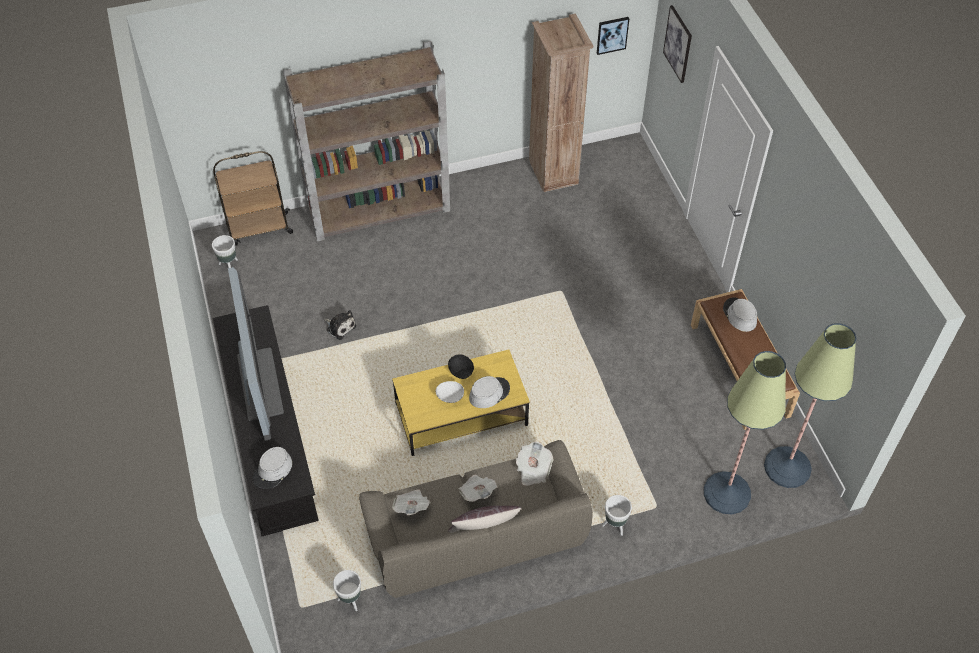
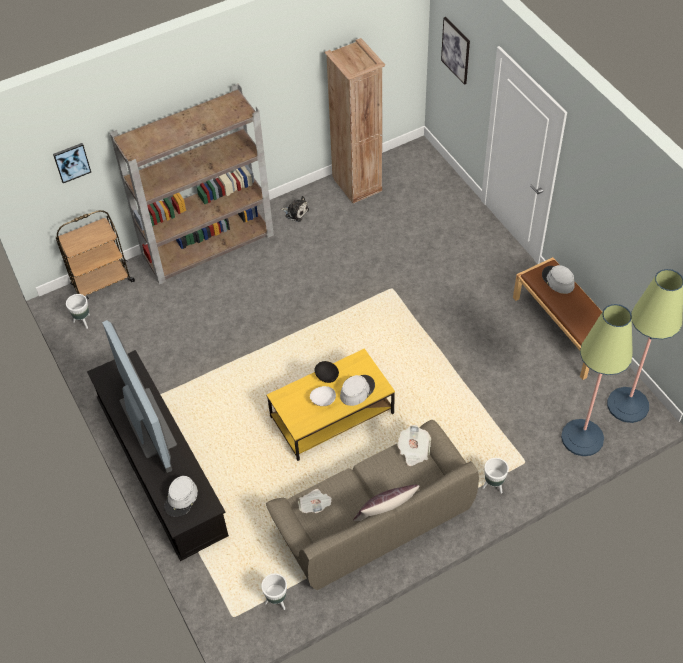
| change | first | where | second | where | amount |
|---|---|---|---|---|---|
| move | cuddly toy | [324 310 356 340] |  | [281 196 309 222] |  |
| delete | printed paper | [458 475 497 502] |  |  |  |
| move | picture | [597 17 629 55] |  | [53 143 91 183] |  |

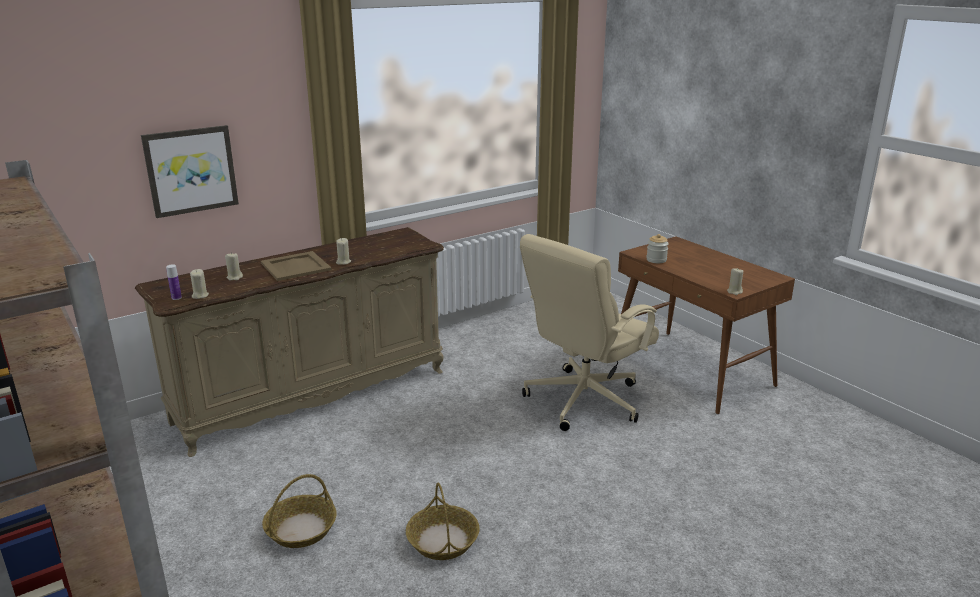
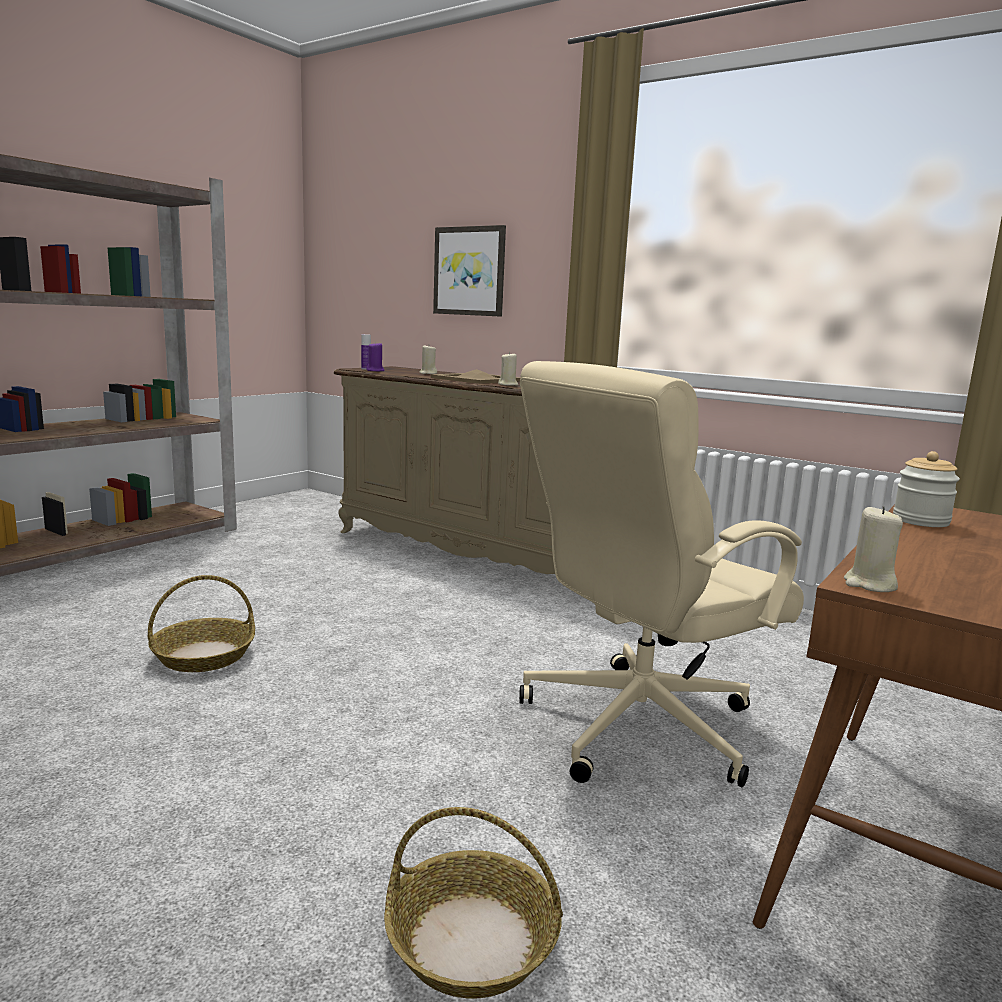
| change | first | where | second | where | amount |
|---|---|---|---|---|---|
| recolor | sand-coloured wax candle | [190 269 209 299] | purple-coloured wax candle | [366 342 385 371] |  |
| move | storage basket | [262 474 336 548] |  | [384 807 563 999] |  |
| rotate | sand-coloured desk chair | [520 234 659 431] |  | [519 361 804 787] | 60 degrees counterclockwise |

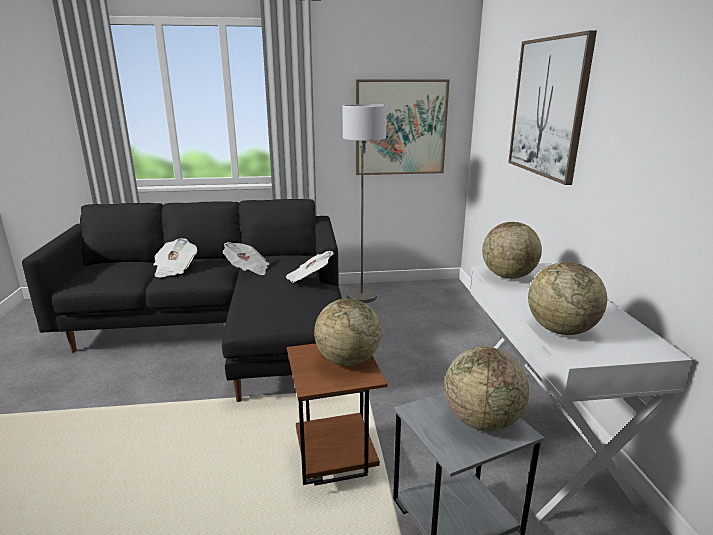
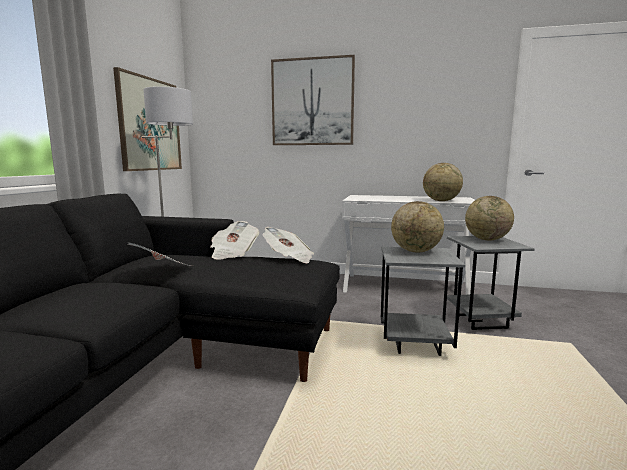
| change | first | where | second | where | amount |
|---|---|---|---|---|---|
| move | printed paper | [153 238 197 277] |  | [262 227 314 264] |  |
| recolor | brownish side table | [287 343 388 486] | gray side table | [381 247 465 356] |  |
| delete | desk globe | [482 222 542 279] |  |  |  |

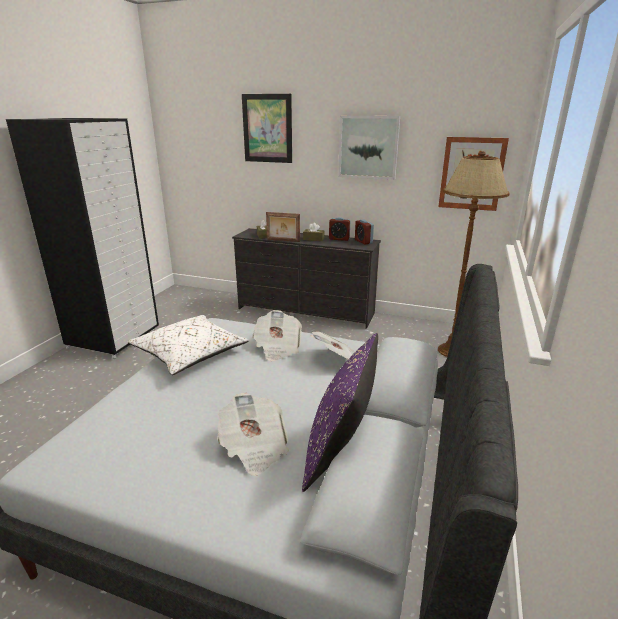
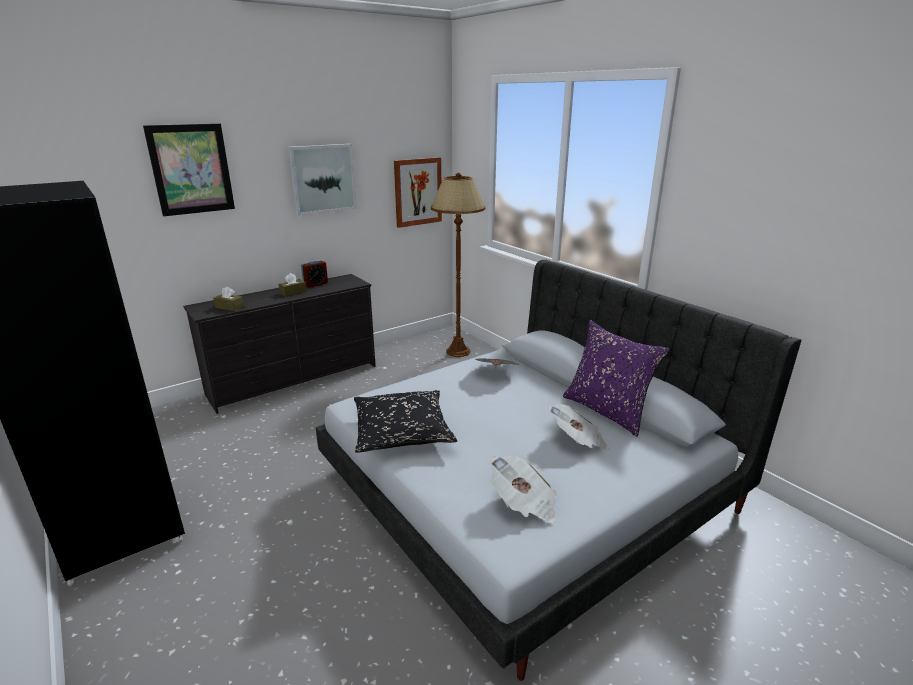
| change | first | where | second | where | amount |
|---|---|---|---|---|---|
| recolor | whitish cushion | [127 315 249 375] | black cushion | [354 390 457 453] |  |
| move | printed paper | [252 310 302 361] |  | [491 455 557 524] |  |
| delete | photo frame | [266 212 300 242] |  |  |  |
| delete | table clock | [355 220 374 245] |  |  |  |

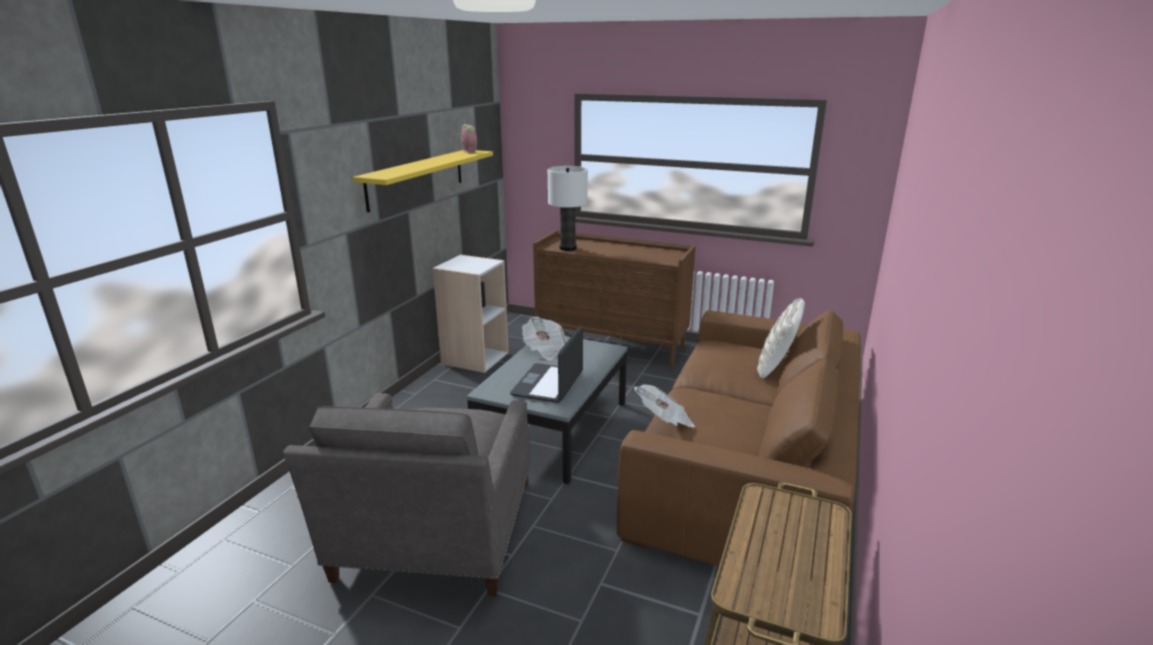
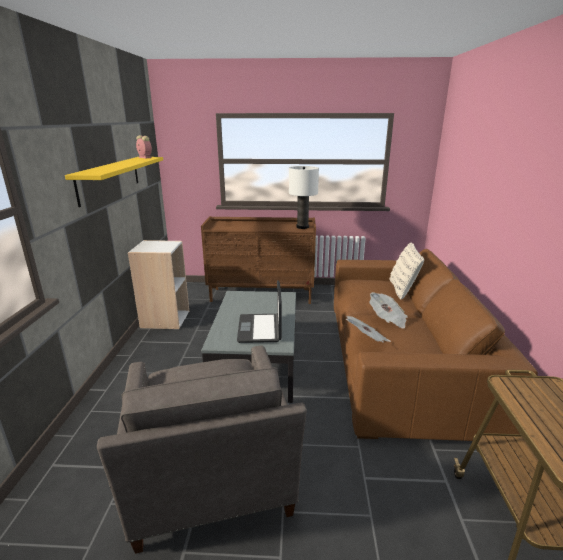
| change | first | where | second | where | amount |
|---|---|---|---|---|---|
| move | printed paper | [522 317 567 360] |  | [370 292 408 329] |  |
| move | whitish tabletop lamp | [548 166 588 251] |  | [289 166 319 229] |  |

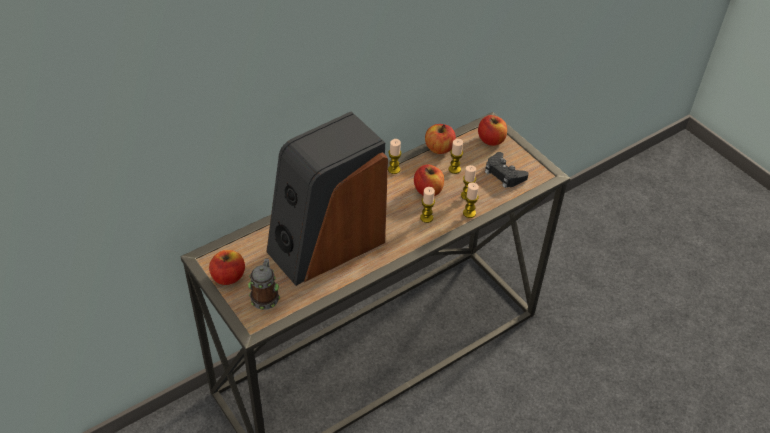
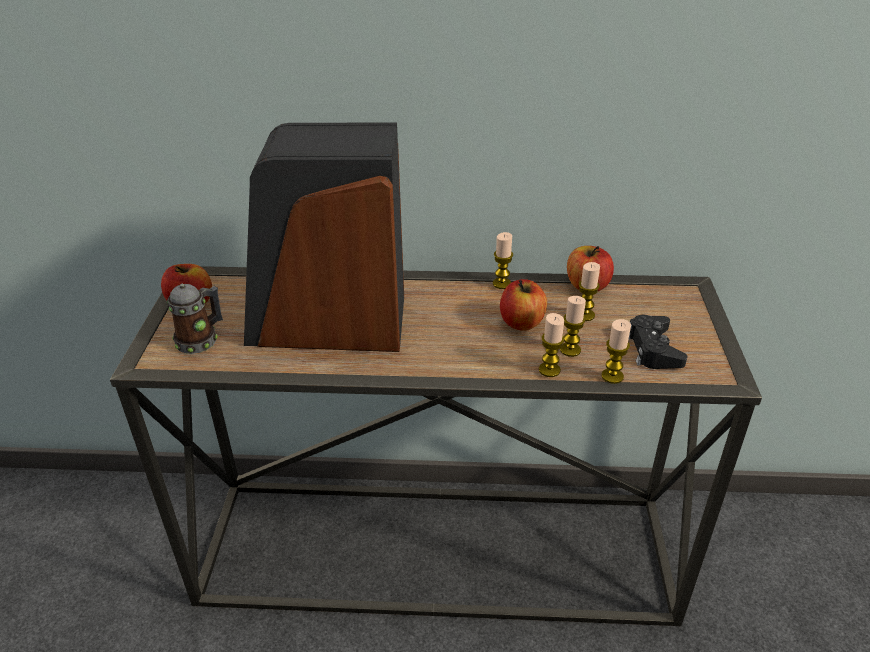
| change | first | where | second | where | amount |
|---|---|---|---|---|---|
| move | wax candle | [420 187 435 223] |  | [601 319 631 384] |  |
| delete | apple fruit | [478 115 507 146] |  |  |  |

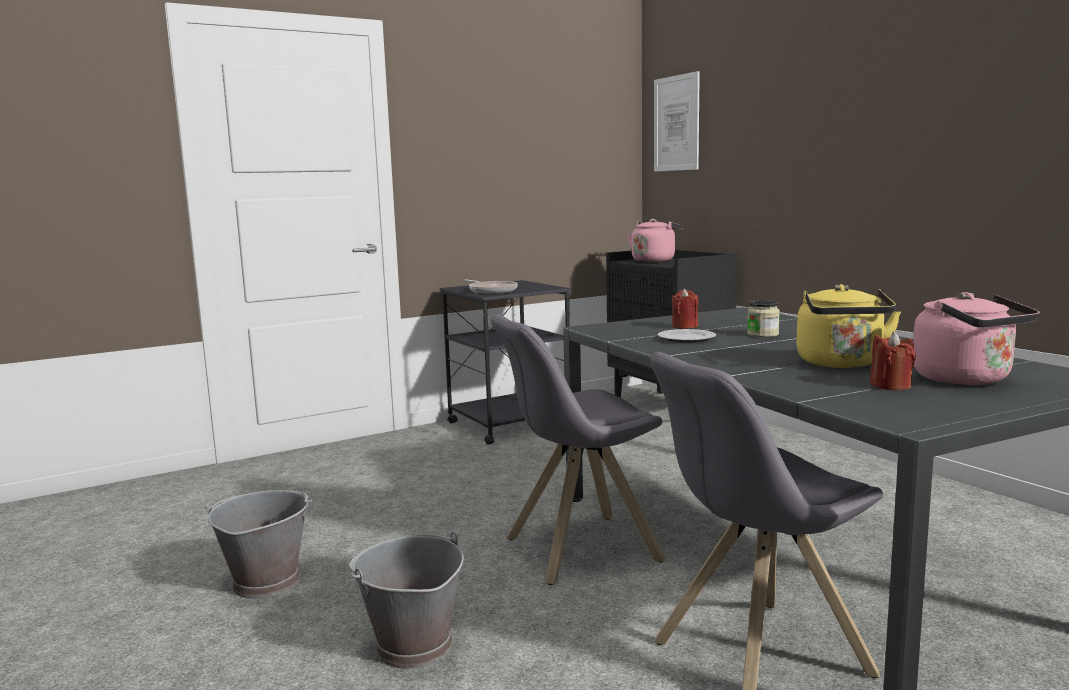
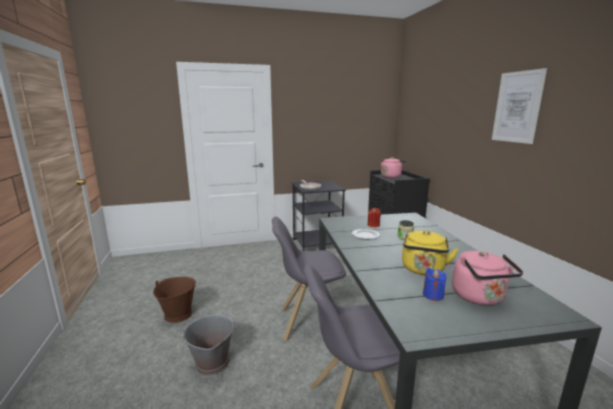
| change | first | where | second | where | amount |
|---|---|---|---|---|---|
| recolor | gray bucket | [205 490 313 598] | brownish bucket | [153 277 196 323] |  |
| move | picture | [654 71 700 172] |  | [492 68 547 144] |  |
| recolor | red-coloured wax candle | [870 332 916 390] | blue-coloured wax candle | [423 268 446 301] |  |

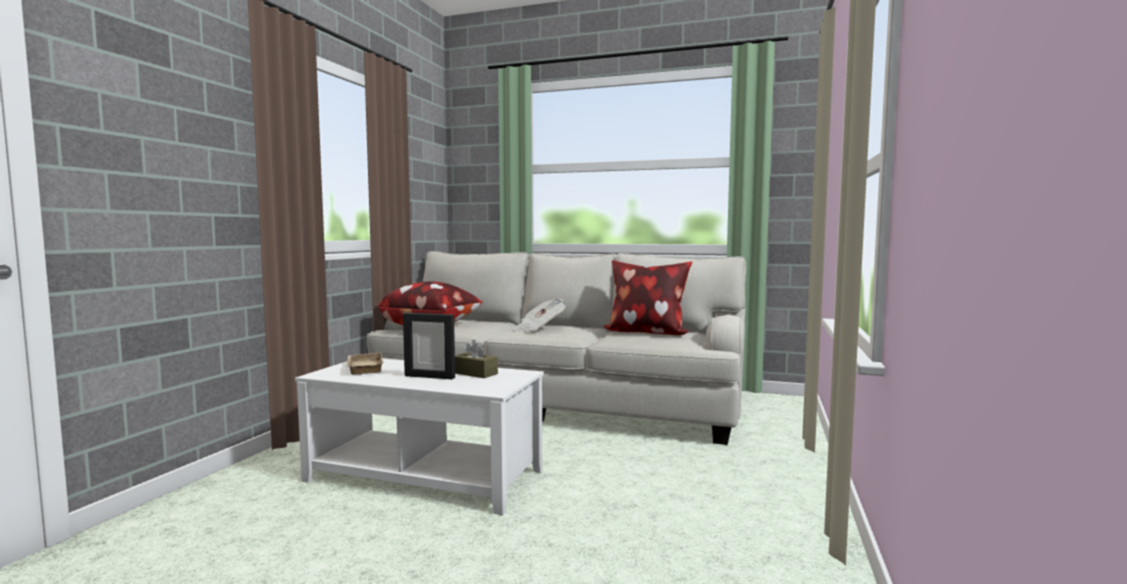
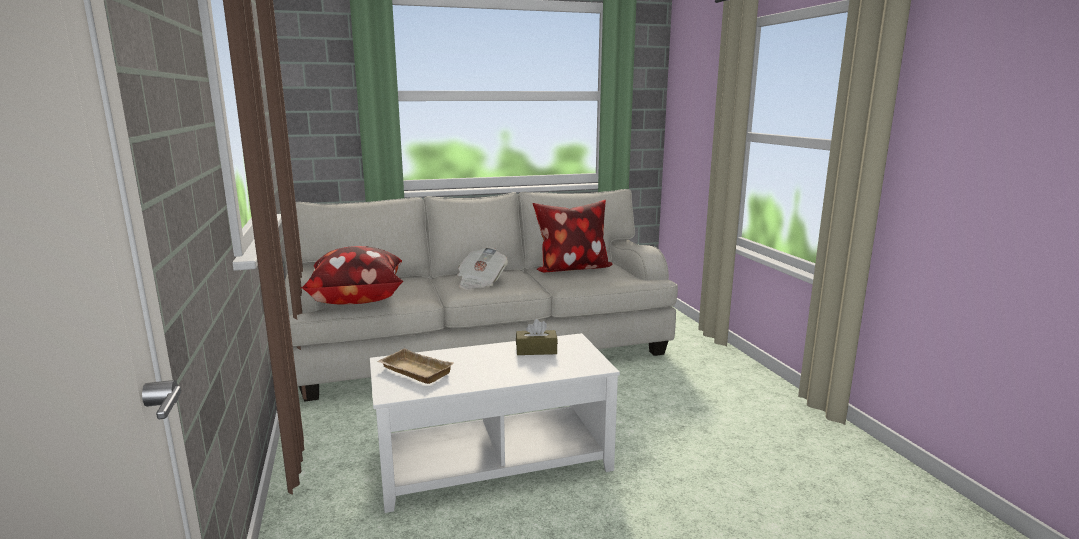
| change | first | where | second | where | amount |
|---|---|---|---|---|---|
| delete | photo frame | [403 313 455 379] |  |  |  |

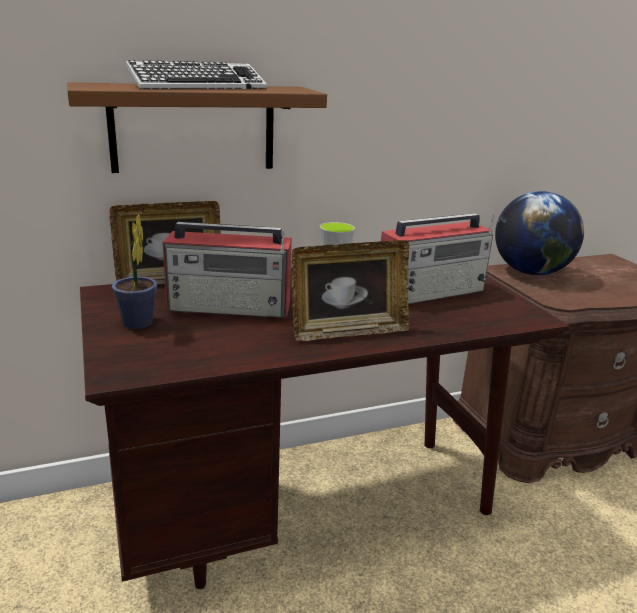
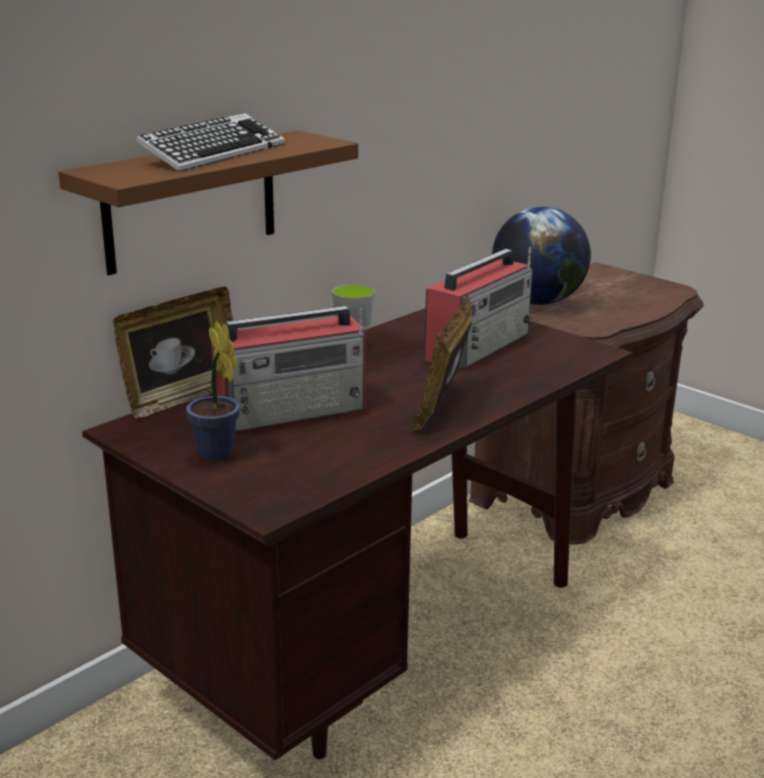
| change | first | where | second | where | amount |
|---|---|---|---|---|---|
| rotate | photo frame | [291 240 409 341] |  | [409 293 473 432] | 150 degrees clockwise |

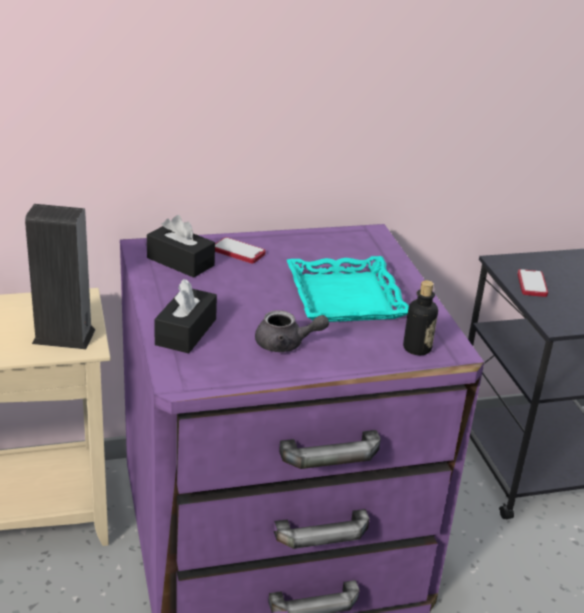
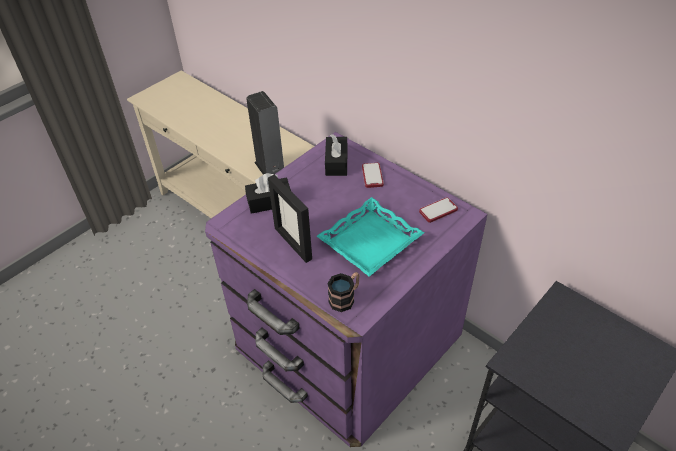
| change | first | where | second | where | amount |
|---|---|---|---|---|---|
| replace | gray tea pot | [255 310 329 352] | photo frame | [268 174 312 263] |  |
| replace | drink bottle | [403 280 438 355] | mug | [328 272 360 312] |  |
| move | handset | [517 269 548 297] |  | [419 197 458 223] |  |

